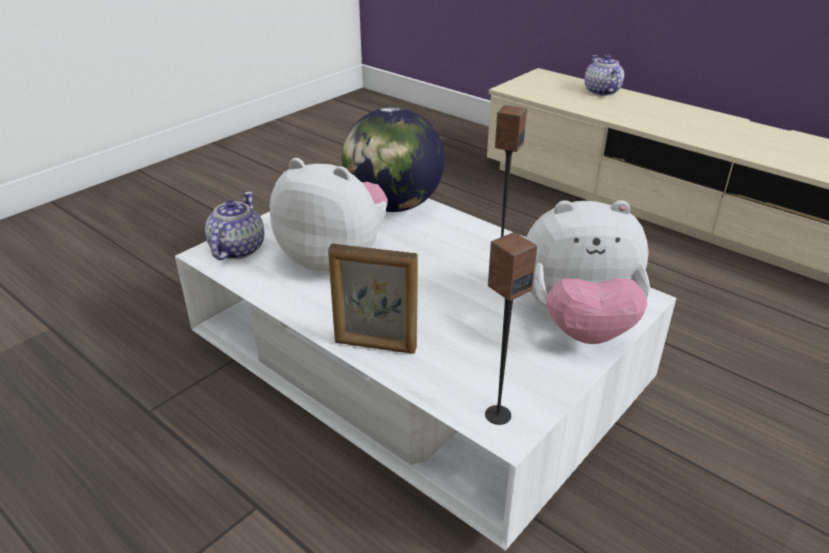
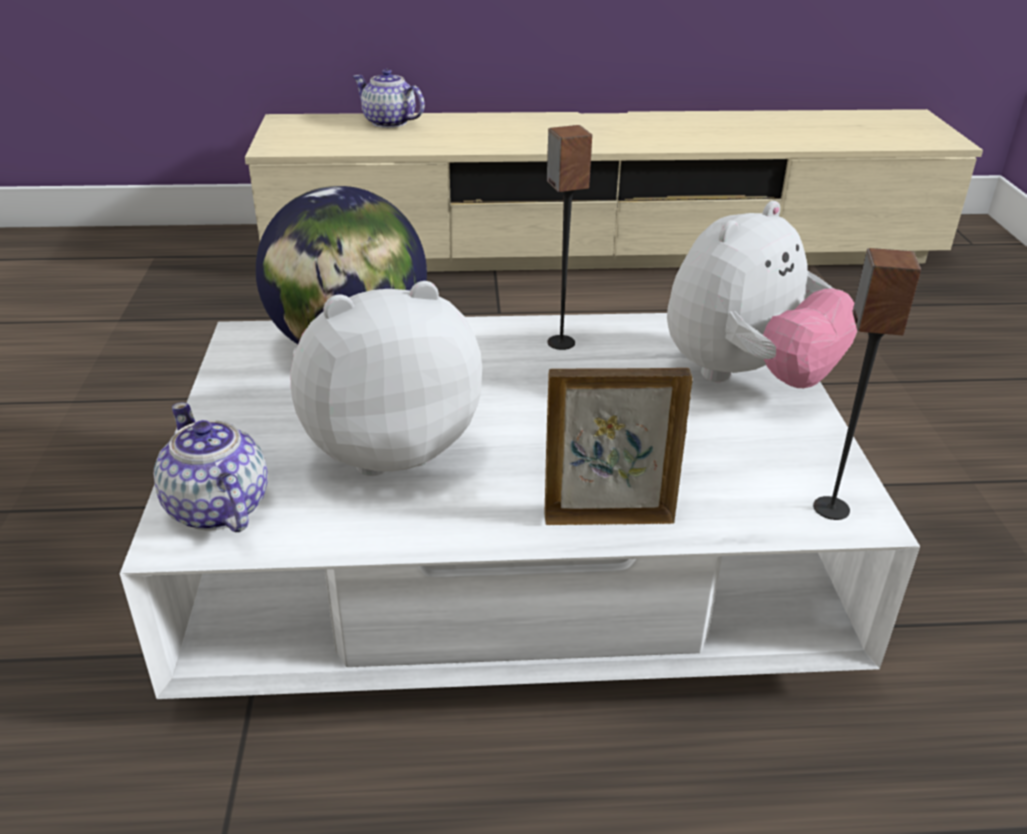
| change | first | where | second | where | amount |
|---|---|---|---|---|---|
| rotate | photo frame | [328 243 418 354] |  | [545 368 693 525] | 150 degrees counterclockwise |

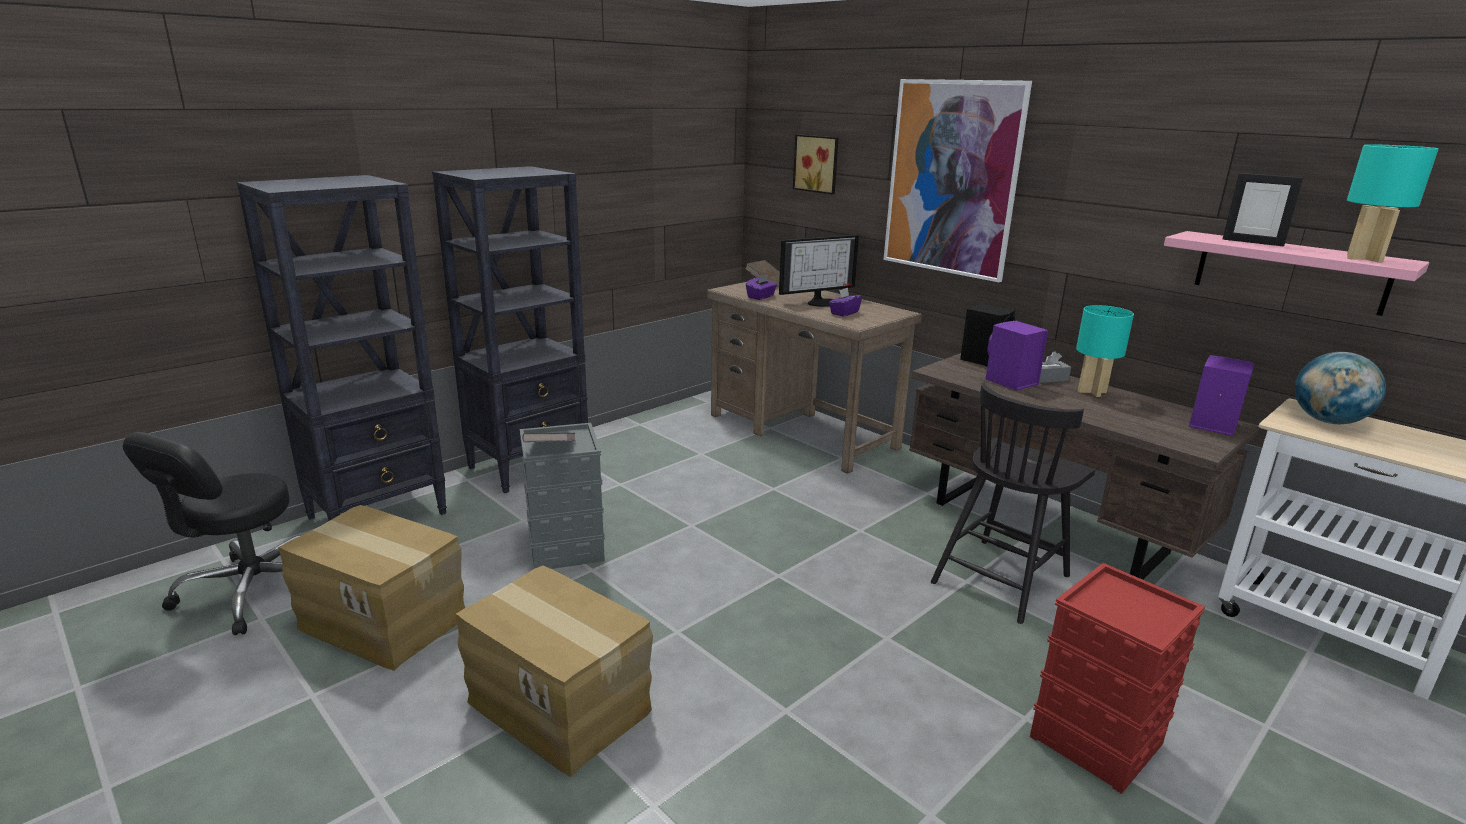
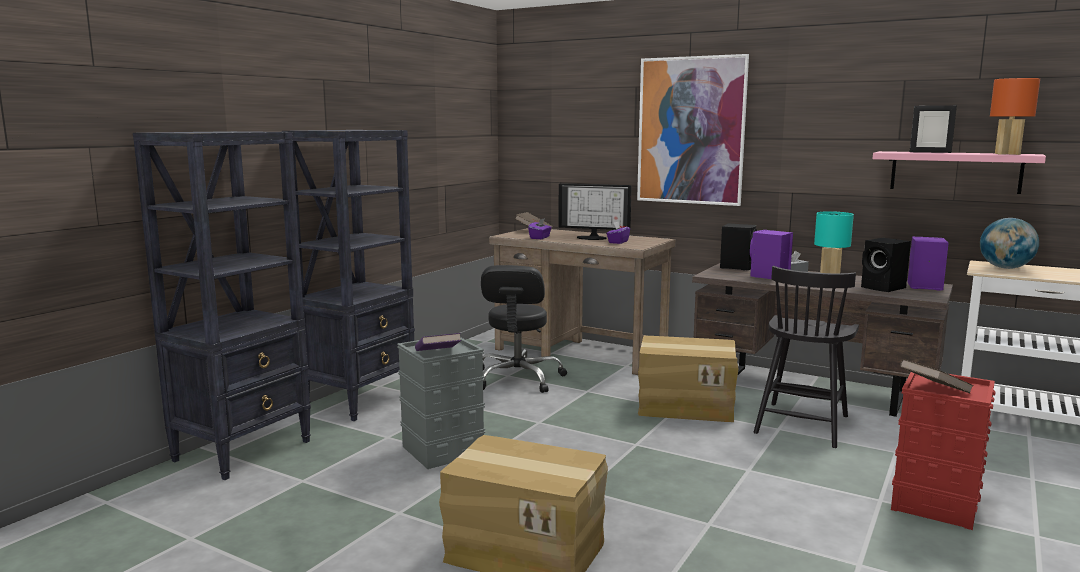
| change | first | where | second | where | amount |
|---|---|---|---|---|---|
| move | black desk chair | [123 432 301 635] |  | [481 265 567 393] |  |
| move | cardboard box | [278 505 465 671] |  | [638 336 738 422] |  |
| rotate | computer screen | [779 235 859 307] |  | [558 183 632 240] | 60 degrees clockwise |
| delete | picture | [793 134 839 195] |  |  |  |
| recolor | turquoise-coloured tabletop lamp | [1347 144 1439 262] | orange tabletop lamp | [990 78 1040 155] |  |
| insert |  |  | black loudspeaker | [861 238 911 292] |  |
| insert |  |  | brownish bound book | [900 359 974 394] |  |

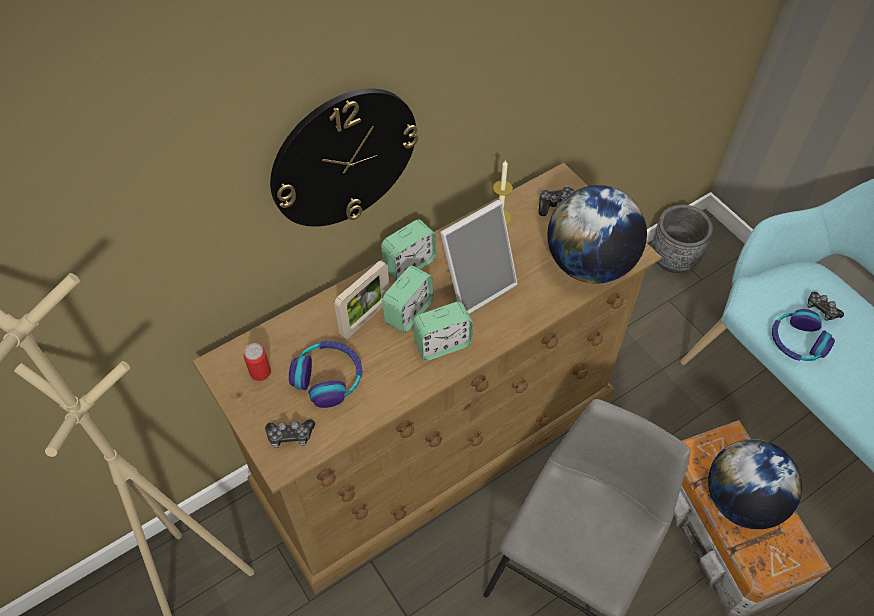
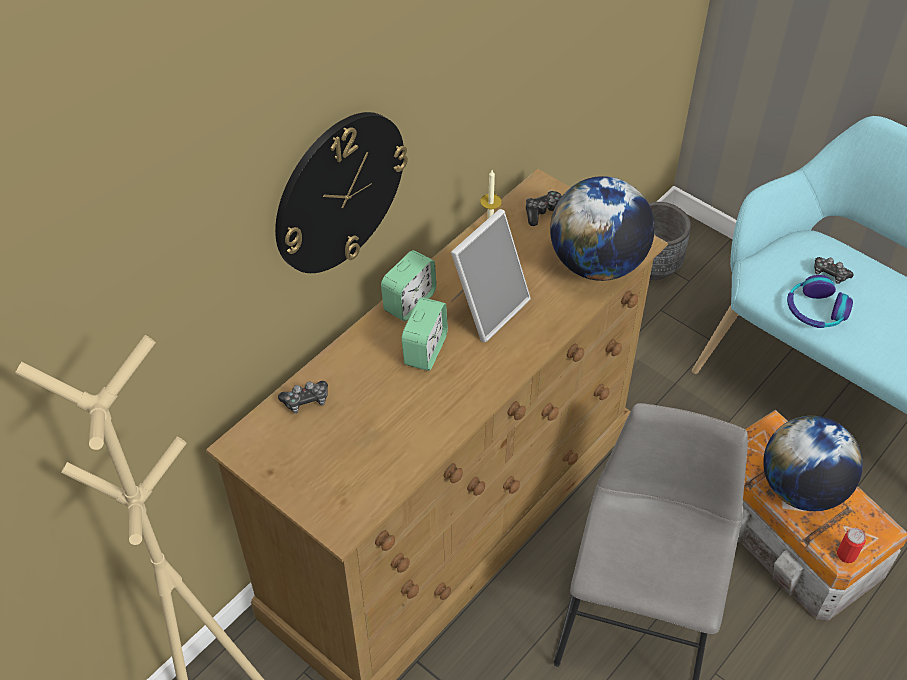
| change | first | where | second | where | amount |
|---|---|---|---|---|---|
| move | sealed can | [244 343 271 381] |  | [837 528 866 563] |  |
| move | game controller | [265 420 315 448] |  | [278 381 328 413] |  |
| delete | headphones | [289 341 362 408] |  |  |  |
| delete | photo frame | [334 260 389 339] |  |  |  |
| delete | table clock | [413 302 473 361] |  |  |  |

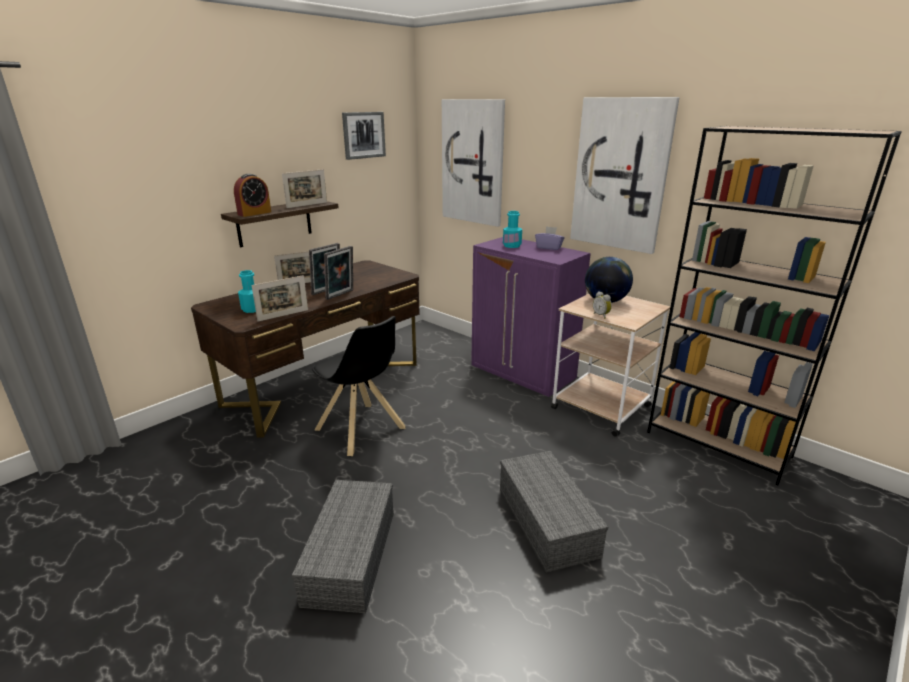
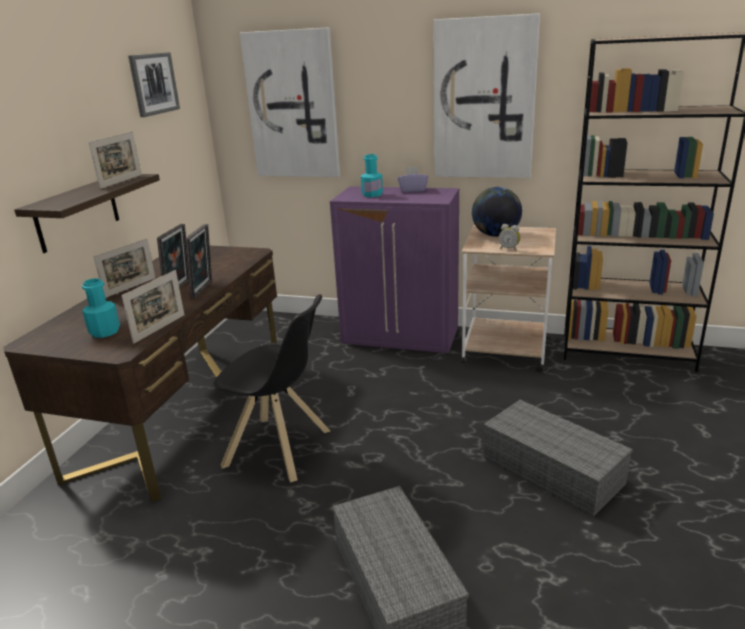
| change | first | where | second | where | amount |
|---|---|---|---|---|---|
| delete | table clock | [234 174 271 217] |  |  |  |

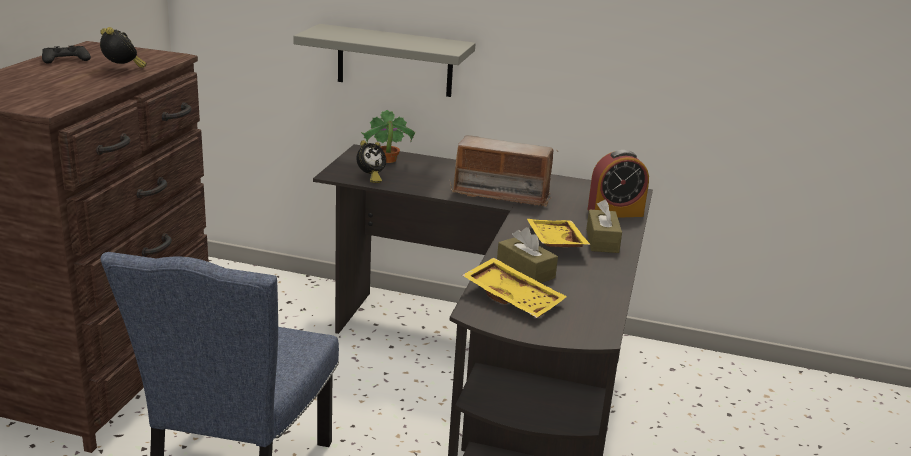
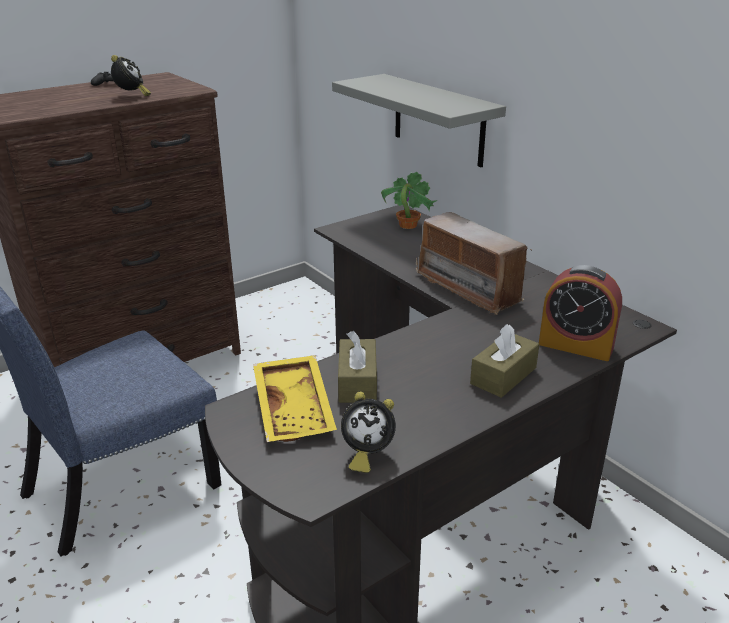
| change | first | where | second | where | amount |
|---|---|---|---|---|---|
| move | table clock | [357 140 386 183] |  | [341 392 396 473] |  |
| delete | yellow carrying tray | [527 219 591 247] |  |  |  |

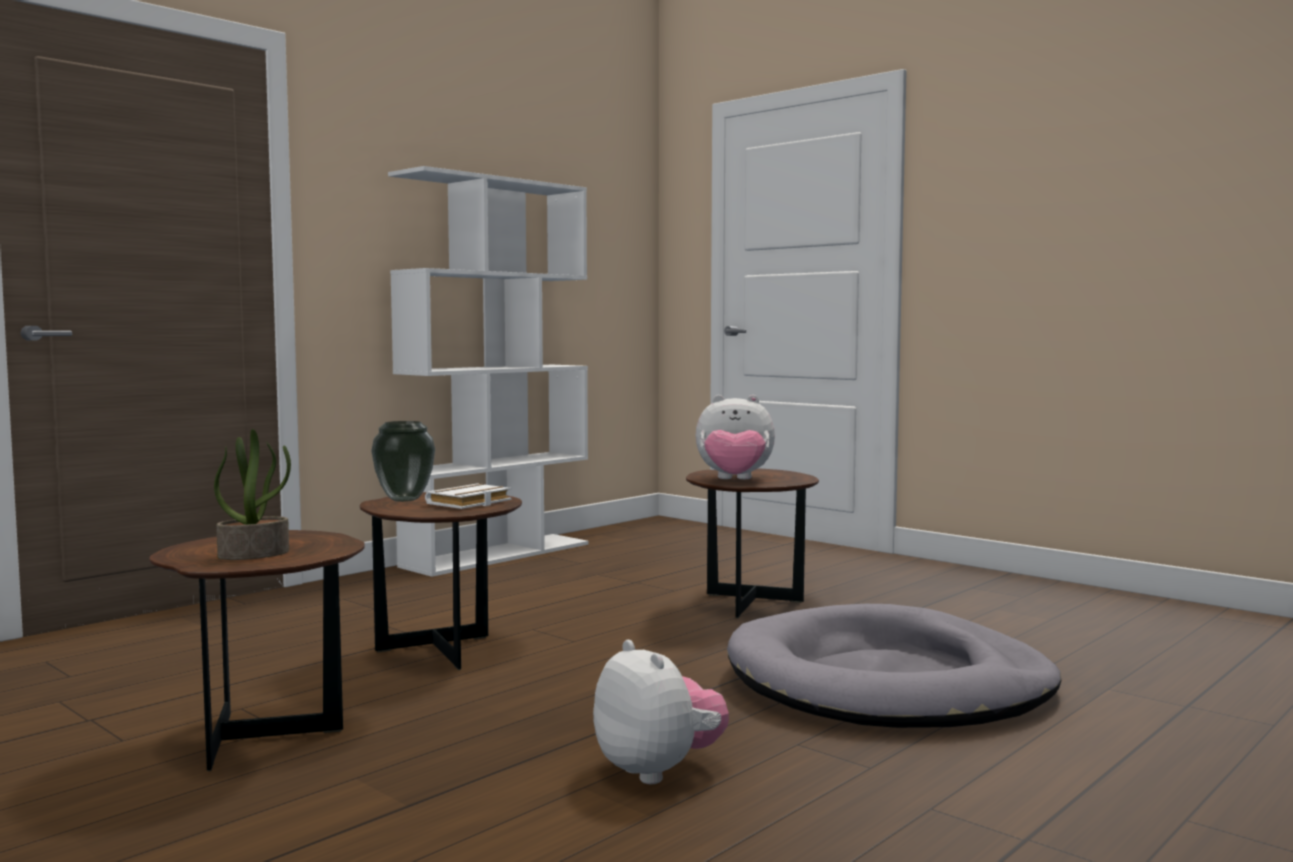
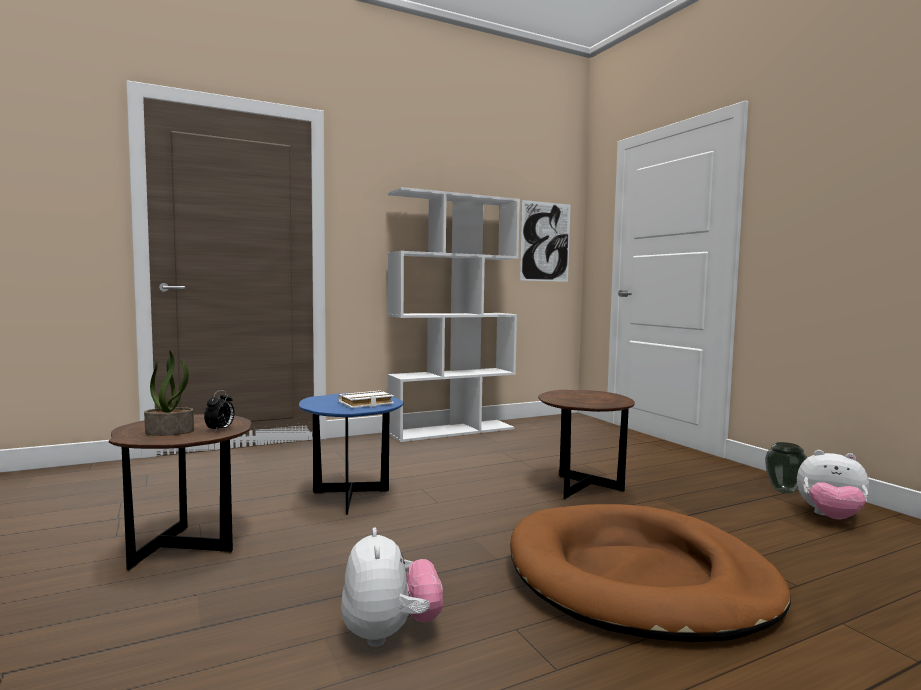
| change | first | where | second | where | amount |
|---|---|---|---|---|---|
| recolor | brownish side table | [360 492 522 670] | blue-coloured side table | [299 393 403 515] |  |
| move | flower vase | [371 421 435 502] |  | [765 442 807 494] |  |
| move | cuddly toy | [696 395 775 479] |  | [797 450 869 519] |  |
| recolor | gray pet bed | [727 604 1061 728] | brownish pet bed | [510 504 791 642] |  |
| insert |  |  | table clock | [204 390 234 432] |  |
| insert |  |  | picture | [520 200 570 282] |  |

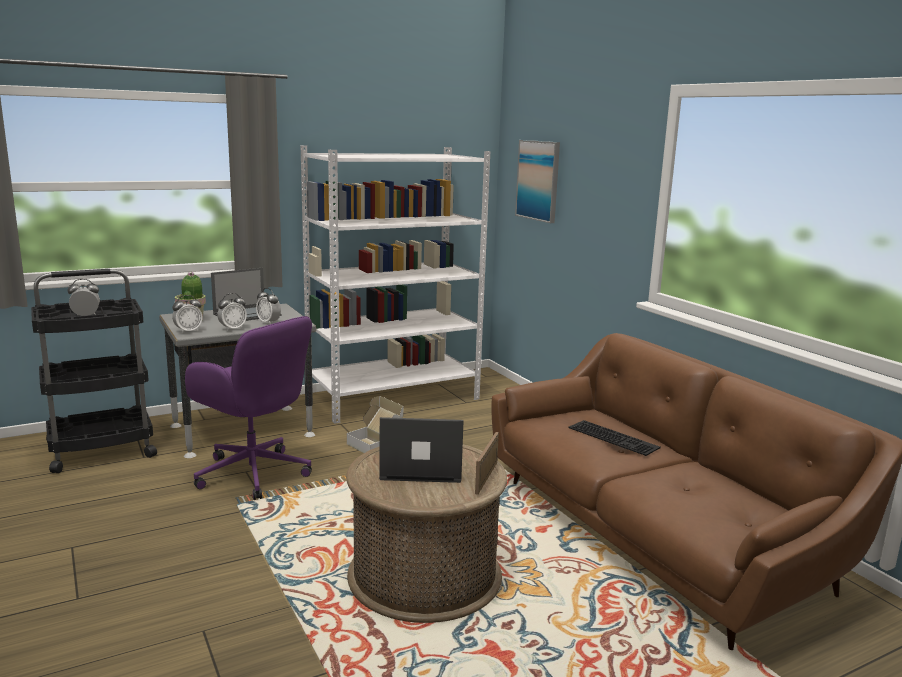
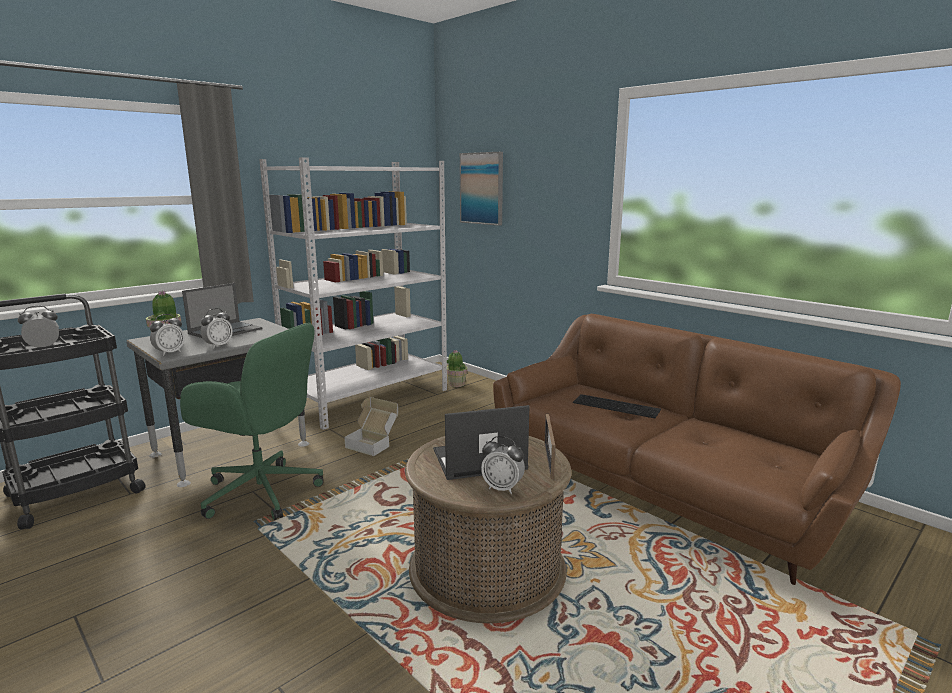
| change | first | where | second | where | amount |
|---|---|---|---|---|---|
| recolor | purple-coloured desk chair | [185 316 312 500] | greenish desk chair | [180 323 323 520] |  |
| move | table clock | [256 288 281 324] |  | [481 436 525 494] |  |
| insert |  |  | houseplant | [444 350 468 387] |  |

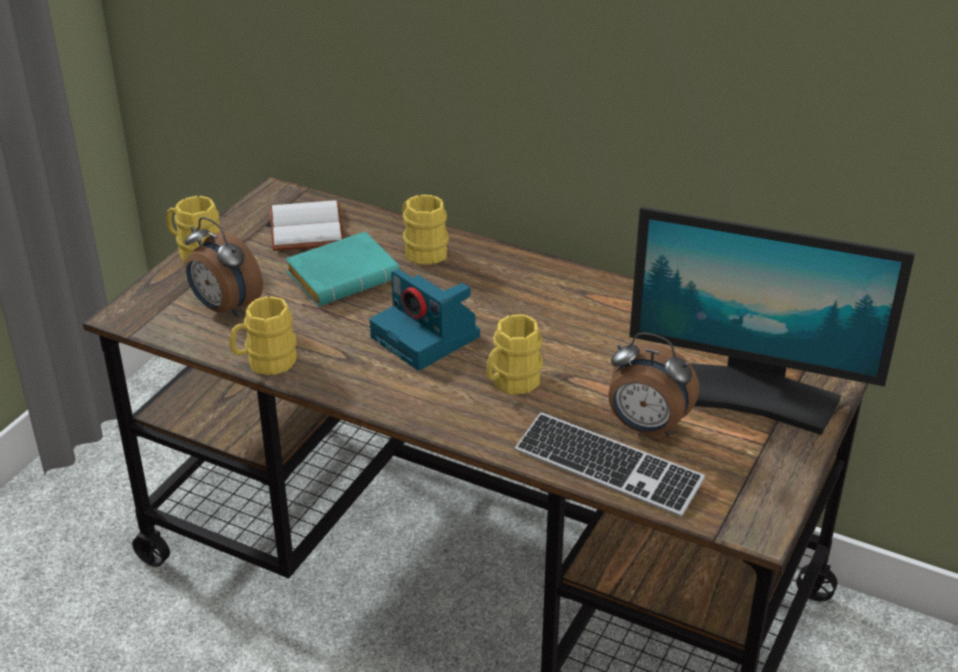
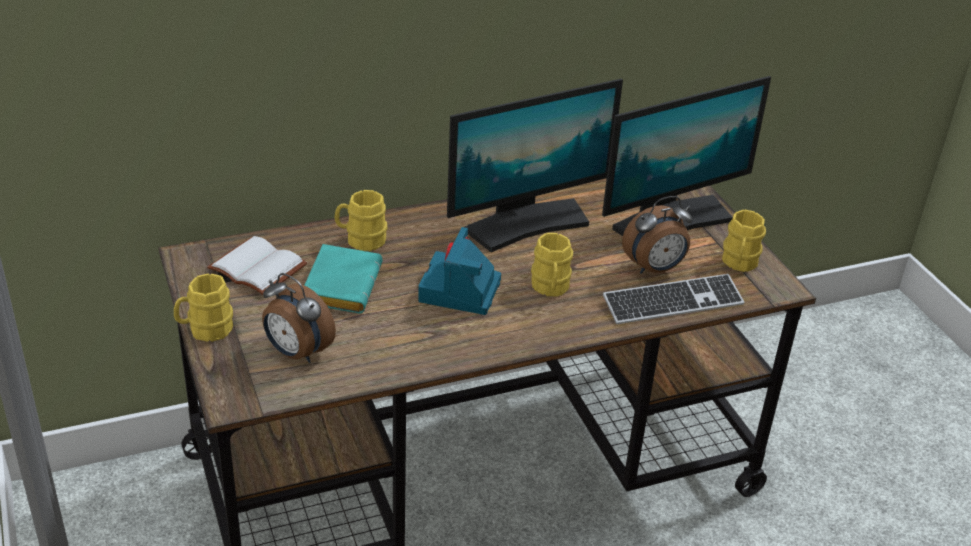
| change | first | where | second | where | amount |
|---|---|---|---|---|---|
| rotate | table clock | [185 217 263 317] |  | [262 273 336 363] | 45 degrees clockwise |
| move | yellow mug | [230 296 297 375] |  | [722 210 766 272] |  |
| rotate | photo camera | [369 269 480 370] |  | [418 227 501 315] | 105 degrees clockwise |
| insert |  |  | computer screen | [447 79 623 252] |  |

